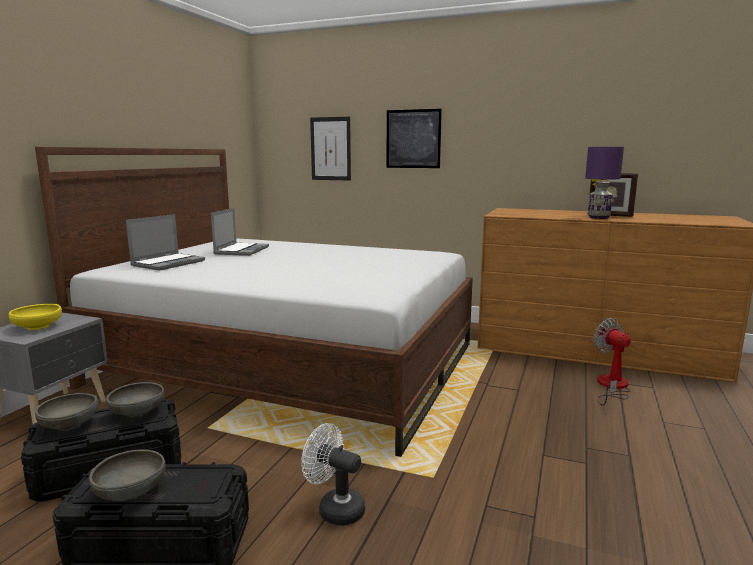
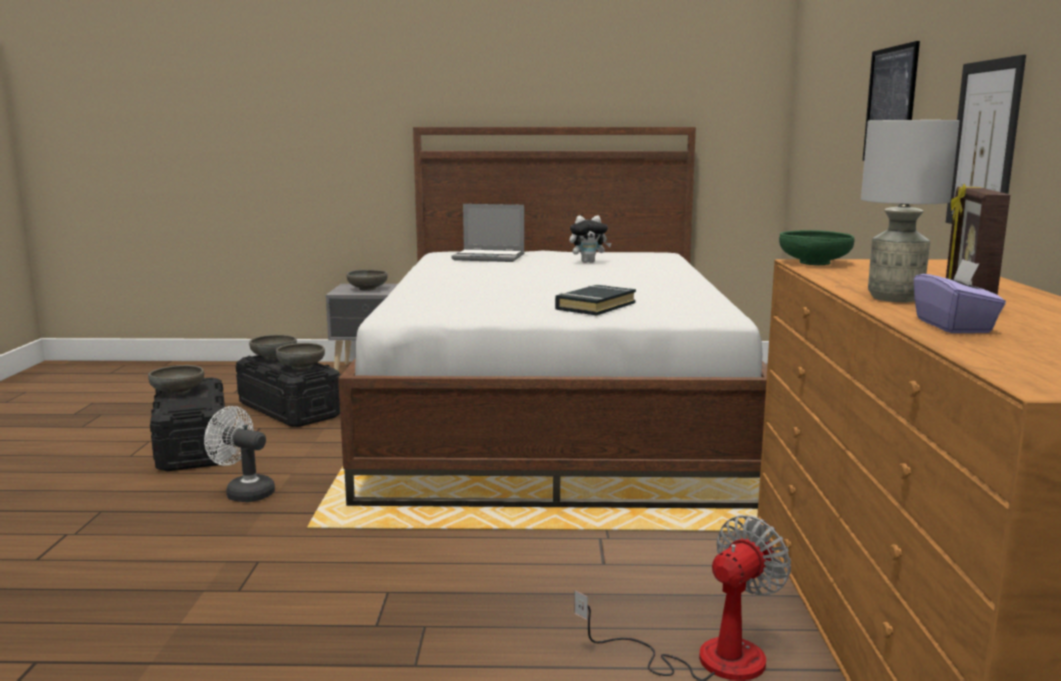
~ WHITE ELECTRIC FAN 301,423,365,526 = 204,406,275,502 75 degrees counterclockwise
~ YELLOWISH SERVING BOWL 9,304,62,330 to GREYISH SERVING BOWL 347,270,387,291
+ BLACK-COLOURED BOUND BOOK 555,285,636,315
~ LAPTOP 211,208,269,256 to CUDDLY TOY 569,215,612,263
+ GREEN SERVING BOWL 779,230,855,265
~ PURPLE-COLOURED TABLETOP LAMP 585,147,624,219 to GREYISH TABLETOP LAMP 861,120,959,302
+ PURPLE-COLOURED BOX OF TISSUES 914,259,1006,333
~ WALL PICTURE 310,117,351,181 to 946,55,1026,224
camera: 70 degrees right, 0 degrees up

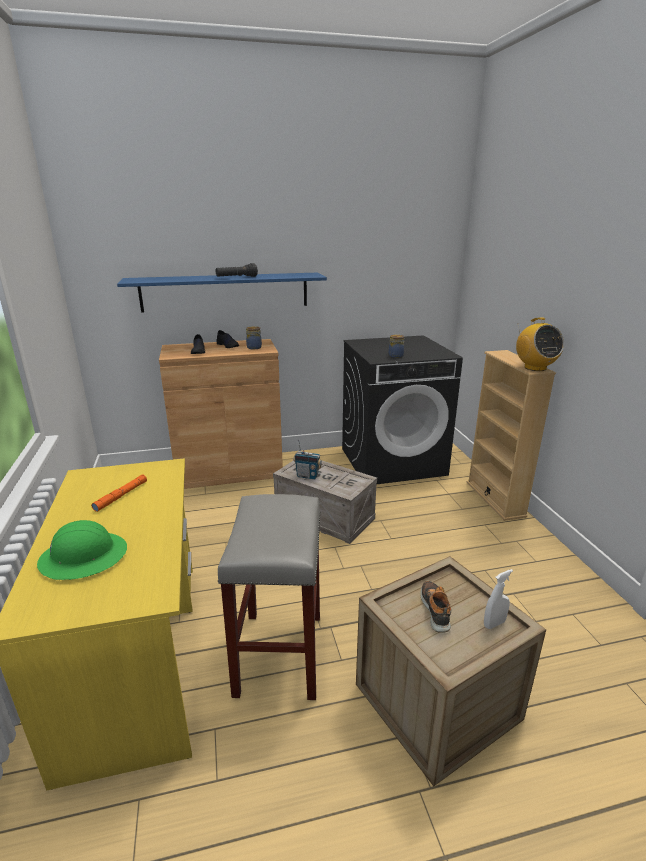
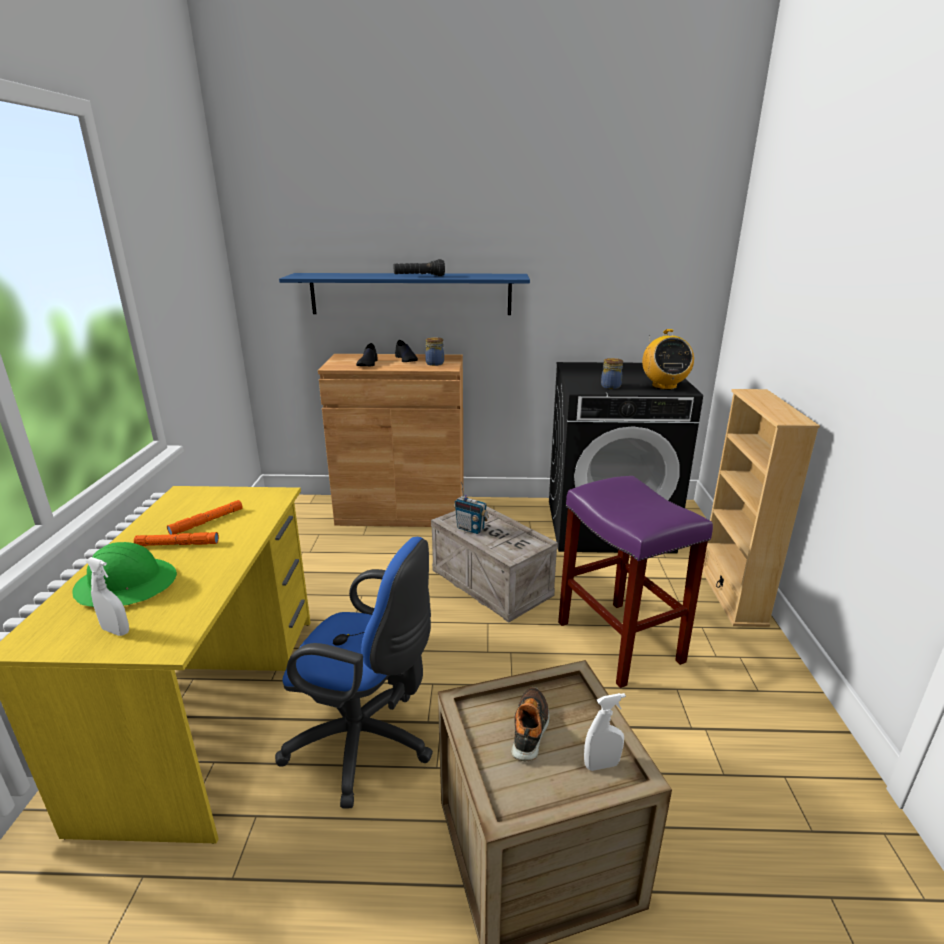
+ WHITE SPRAYER 86,557,129,636
+ ORANGE TORCH 134,532,219,546
~ GREYISH STOOL SEAT 218,494,320,700 to BLUE-COLOURED DESK CHAIR 275,537,433,808
+ PURPLE-COLOURED STOOL SEAT 558,476,713,688
~ RADIO SET 516,317,564,371 to 642,329,694,390
camera: 15 degrees right, 0 degrees up

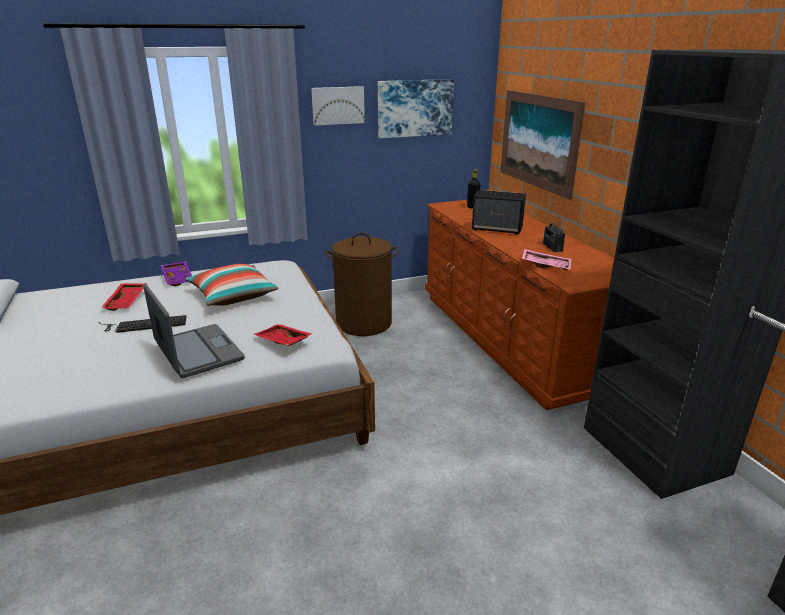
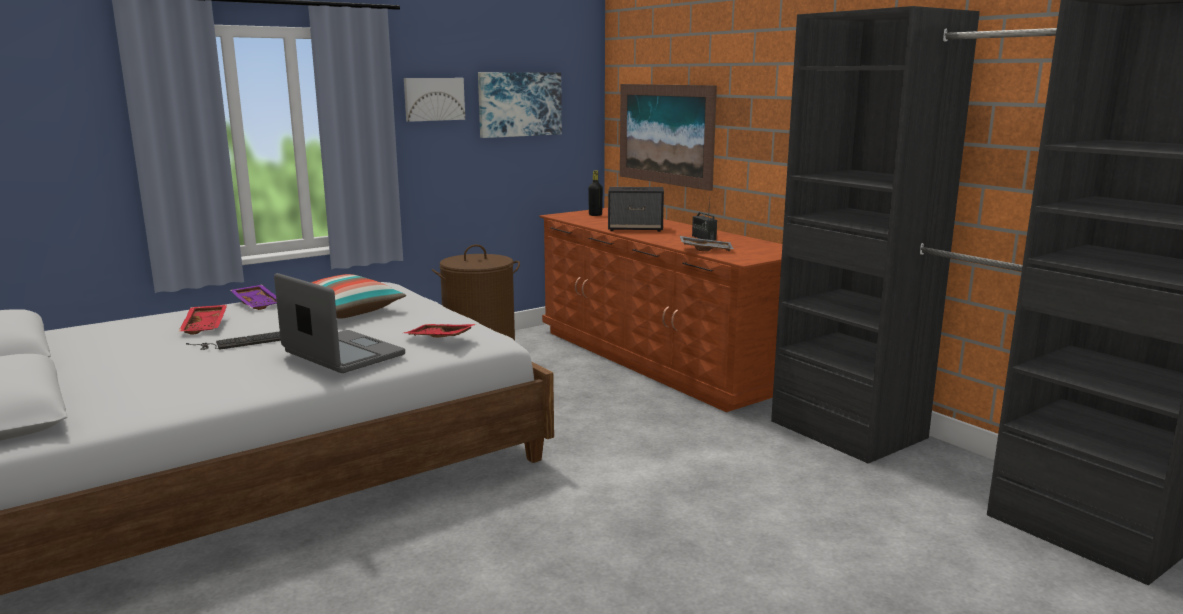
~ PINK CARRYING TRAY 522,249,572,270 to GREYISH CARRYING TRAY 680,236,734,252
camera: 15 degrees left, 10 degrees down

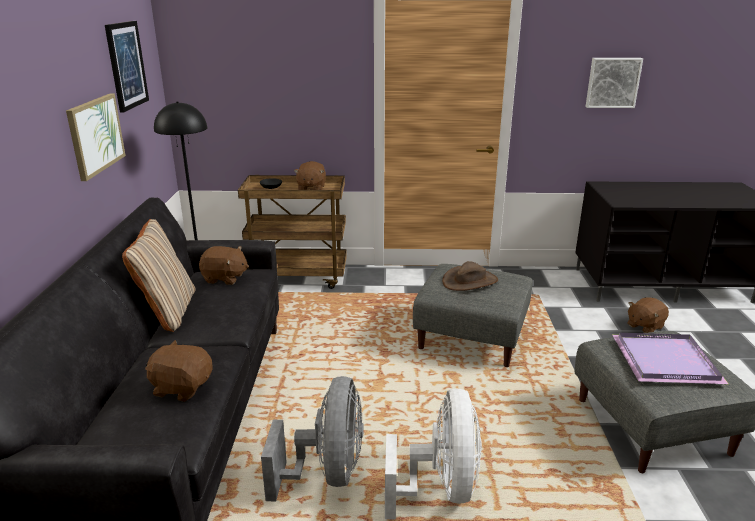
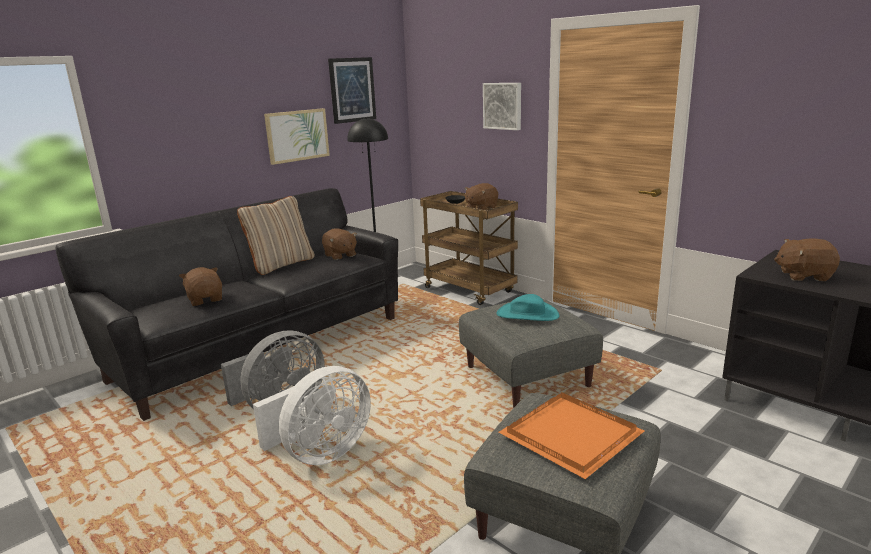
~ WALL PICTURE 585,58,643,108 to 483,83,521,130
~ BROWN-COLOURED HAT 442,261,498,291 to BLUE-GREEN HAT 496,294,559,321
~ PURPLE-COLOURED CARRYING TRAY 613,333,729,384 to ORANGE CARRYING TRAY 498,392,644,479
~ BROWN-COLOURED CUDDLY TOY 628,297,669,333 to 774,238,840,281
camera: 45 degrees right, 5 degrees down

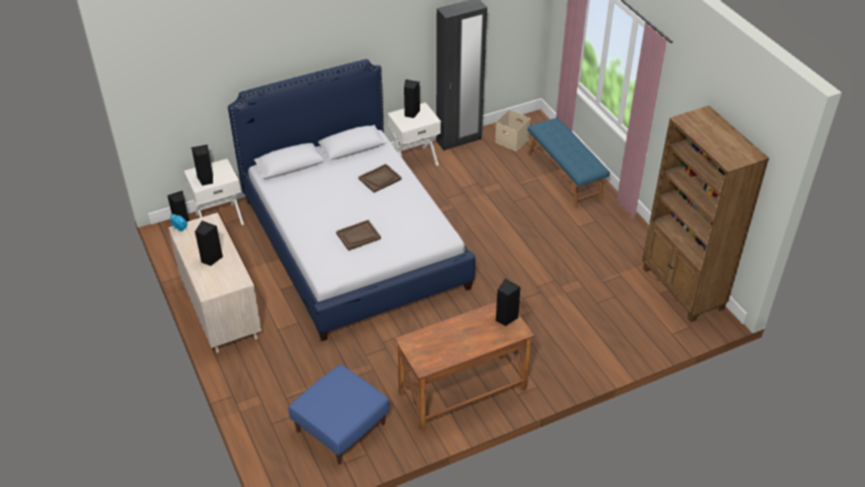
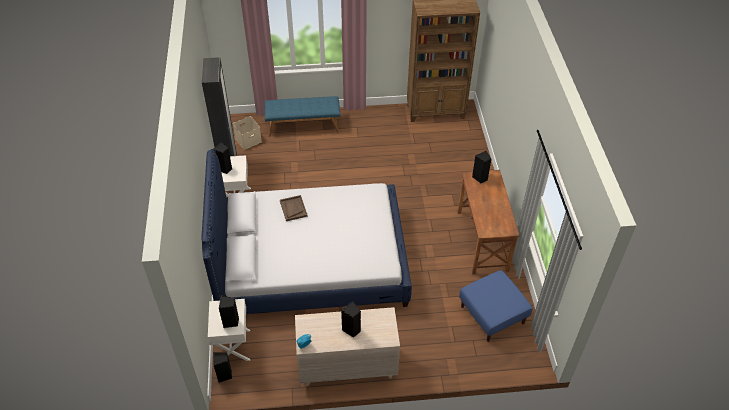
- BROWN-COLOURED CARRYING TRAY 336,220,381,251
camera: 70 degrees left, 5 degrees up

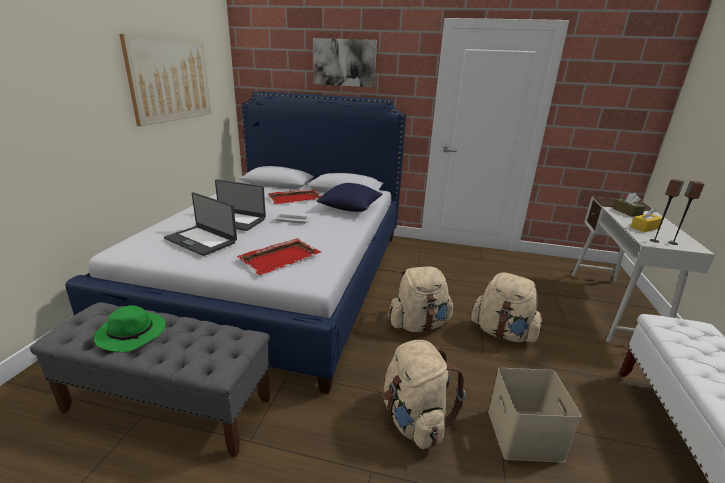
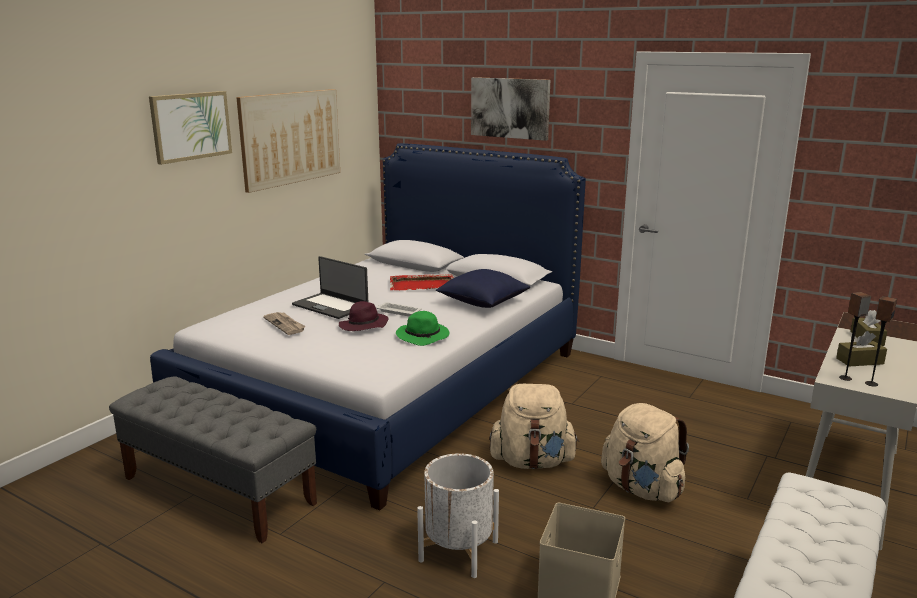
+ WALL PICTURE 149,91,232,165
~ LAPTOP 164,192,237,256 to NEWSPAPER 263,312,306,335
+ PURPLE-COLOURED HAT 339,301,388,331
~ GREEN HAT 94,305,165,352 to 396,311,449,346
~ BEIGE BACKPACK 382,340,466,449 to WHITE FLOWER POT 417,453,499,578
~ YELLOWISH BOX OF TISSUES 631,207,662,232 to BROWN-COLOURED BOX OF TISSUES 836,331,887,366
- REDDISH CARRYING TRAY 237,238,321,275
camera: 20 degrees right, 5 degrees down

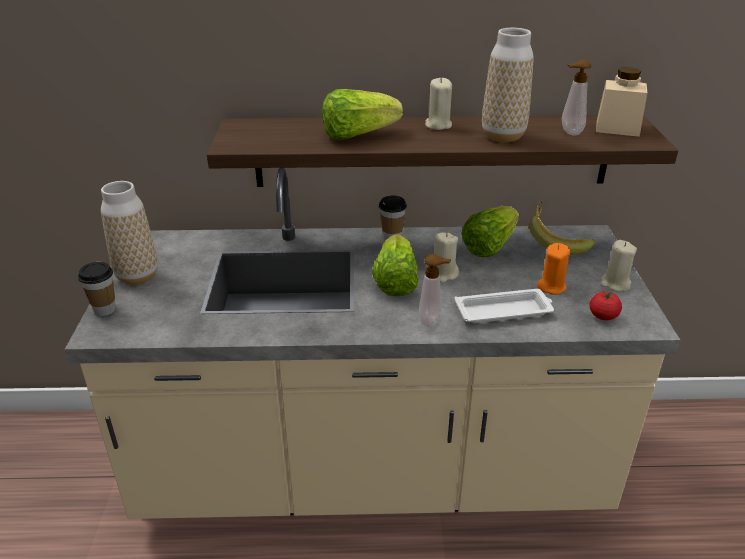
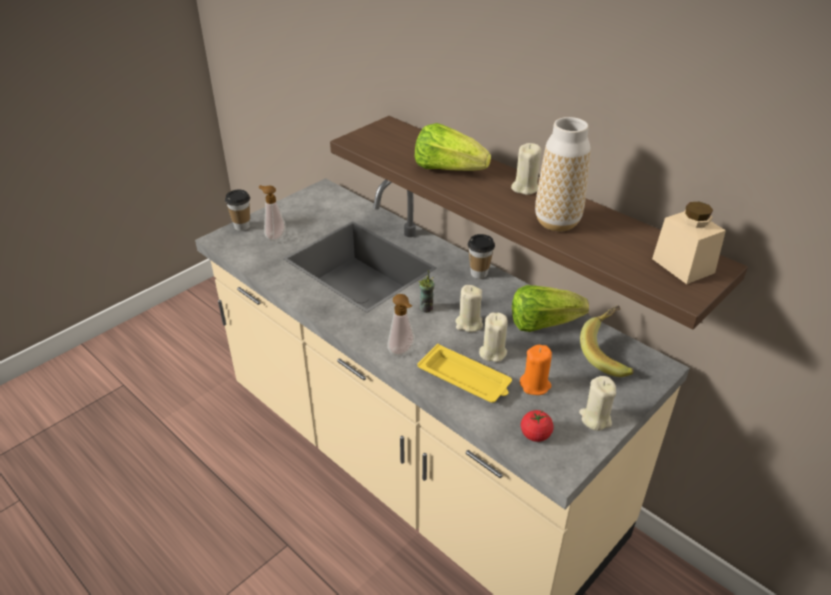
~ SOAP DISPENSER 562,60,591,136 to 259,185,286,241
~ WHITE CARRYING TRAY 454,289,554,323 to YELLOWISH CARRYING TRAY 417,344,512,403
~ LETTUCE 372,234,419,296 to DRINKING CUP 418,270,435,313
+ BEIGE WAX CANDLE 479,312,508,362
- VASE 101,181,158,285
camera: 45 degrees right, 5 degrees up

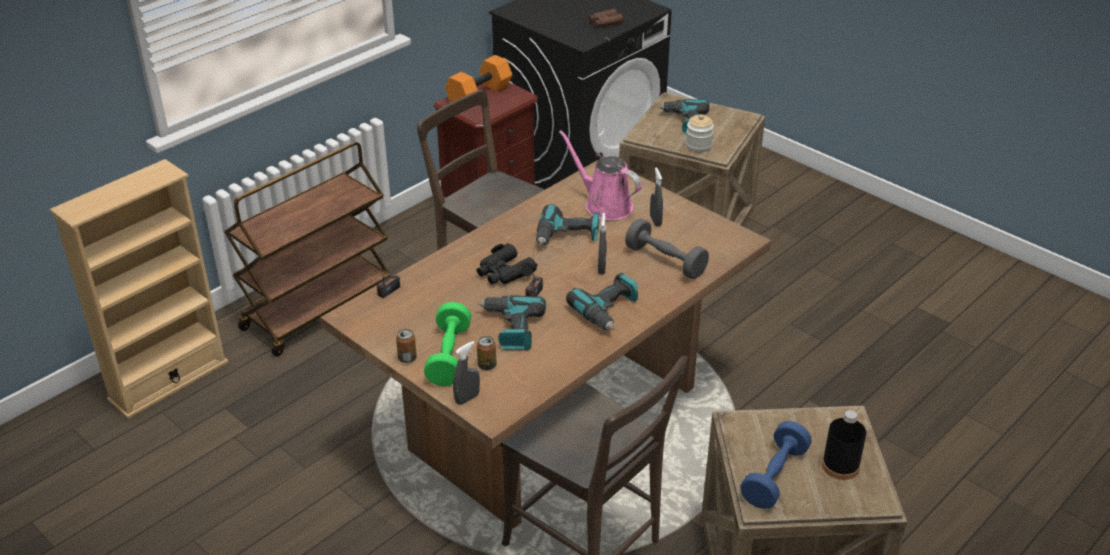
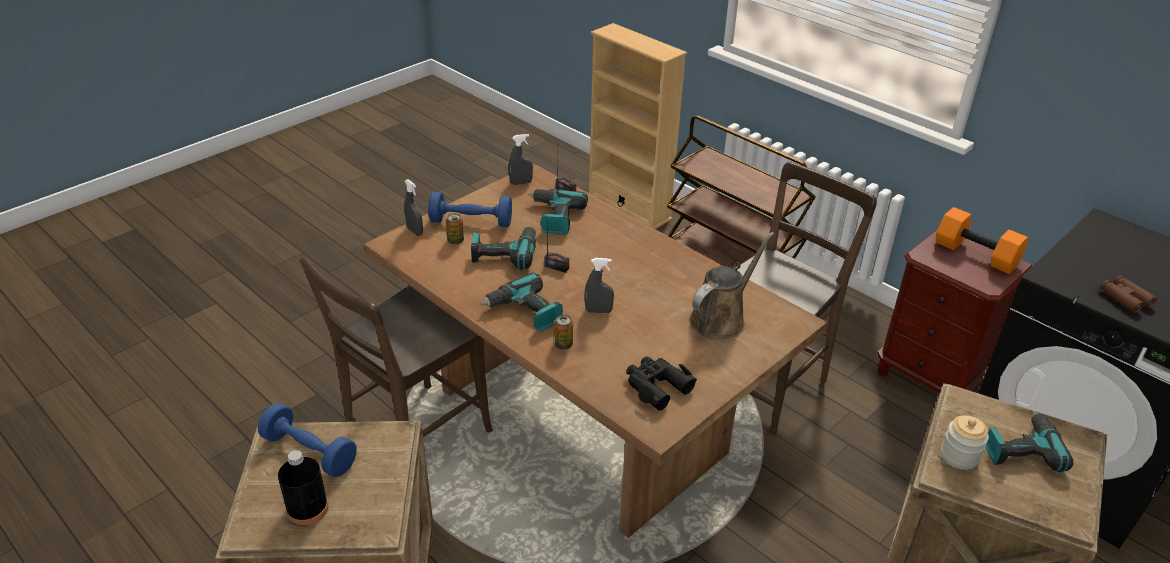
~ GREEN FREE WEIGHT 424,302,471,386 to BLUE-COLOURED FREE WEIGHT 428,192,512,227
~ GREYISH SPRAYER 650,167,663,227 to 509,134,533,185
~ ELECTRIC DRILL 536,204,599,245 to 528,189,588,235
~ METAL CAN 396,329,417,363 to 554,315,573,350
~ BLACK-COLOURED PAIR OF BINOCULARS 477,243,537,284 to 626,356,697,410
~ PINK WATERING POT 559,130,641,220 to BROWN-COLOURED WATERING POT 689,232,774,339
- GREYISH FREE WEIGHT 625,218,709,279
camera: 90 degrees right, 0 degrees up

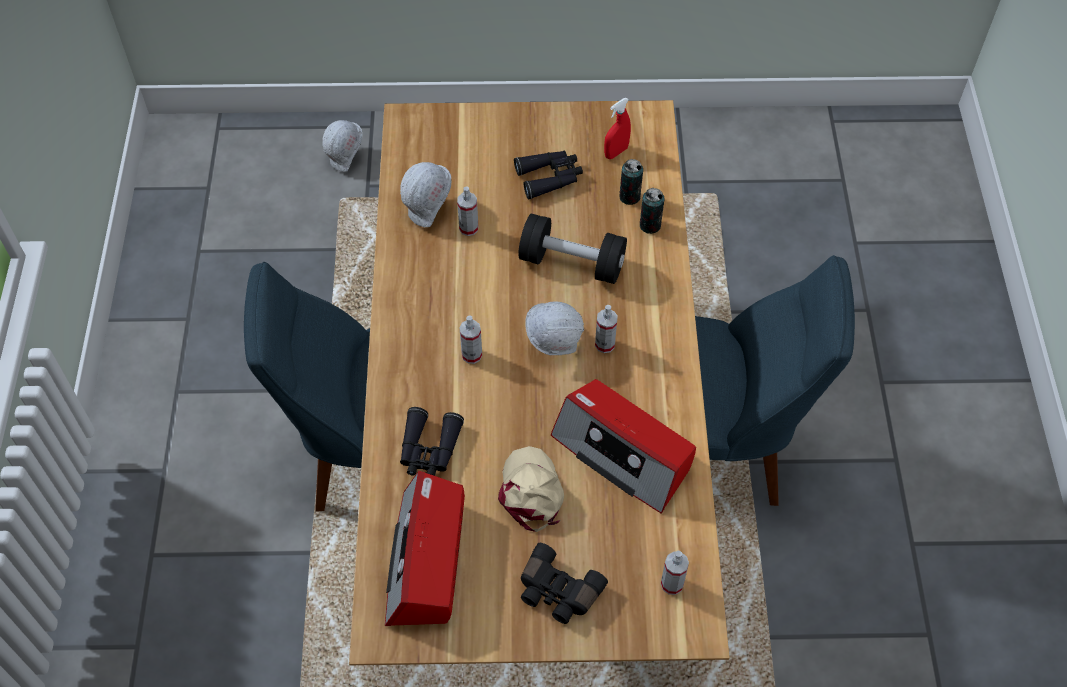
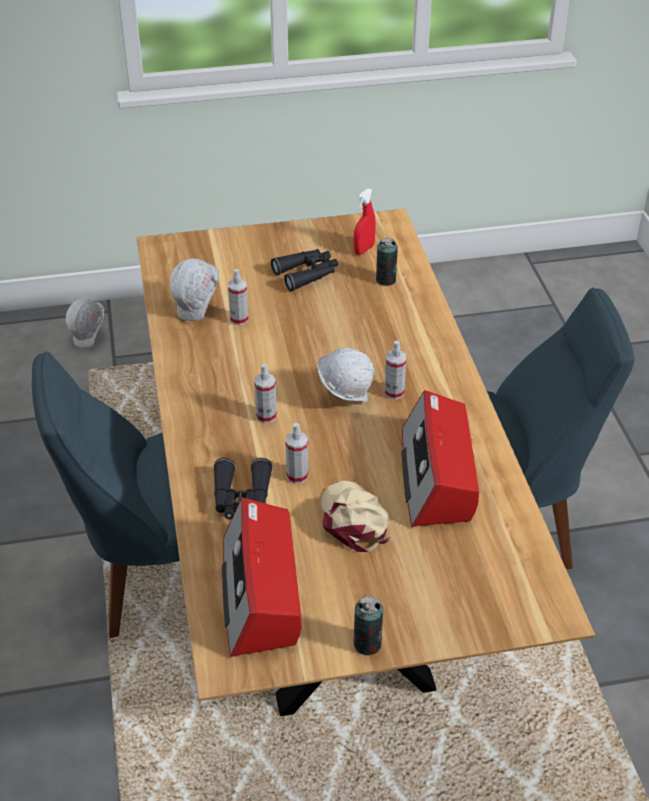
~ SPRAYER 661,551,689,595 to 285,423,308,484
~ METAL CAN 640,188,664,234 to 354,596,383,655
~ RADIO SET 551,379,696,514 = 401,390,479,527 60 degrees clockwise
- BLACK-COLOURED FREE WEIGHT 518,214,627,284
- BLACK-COLOURED PAIR OF BINOCULARS 521,543,608,624
camera: 10 degrees left, 15 degrees down

